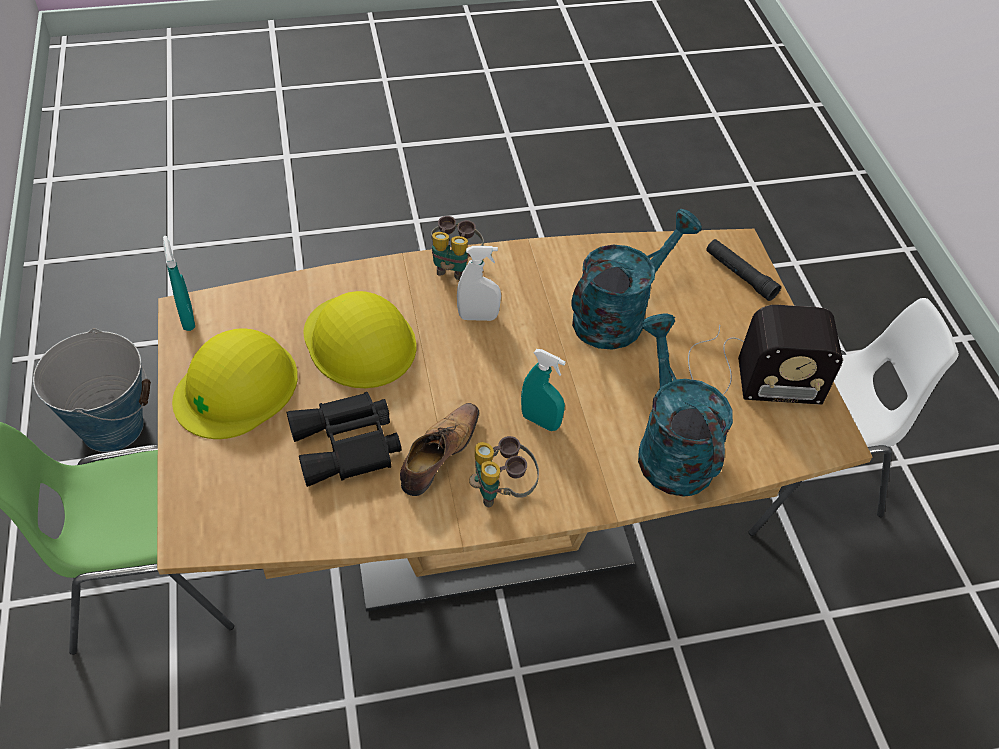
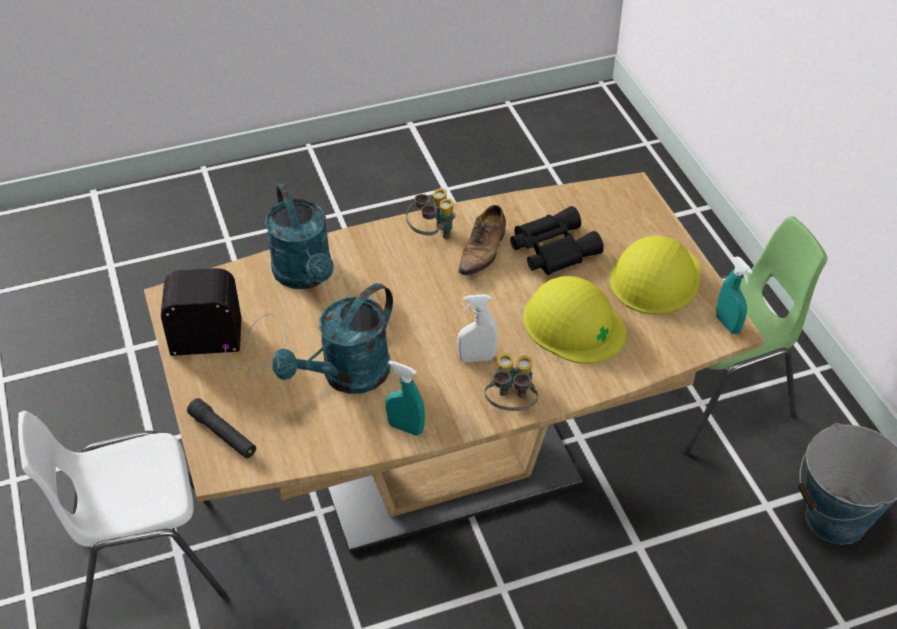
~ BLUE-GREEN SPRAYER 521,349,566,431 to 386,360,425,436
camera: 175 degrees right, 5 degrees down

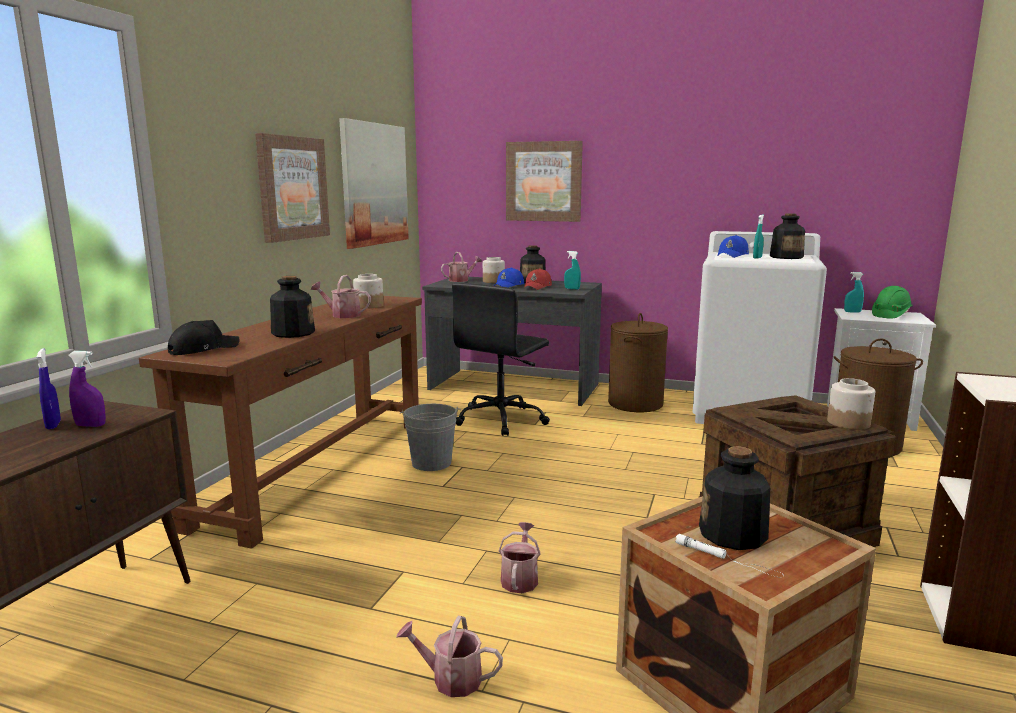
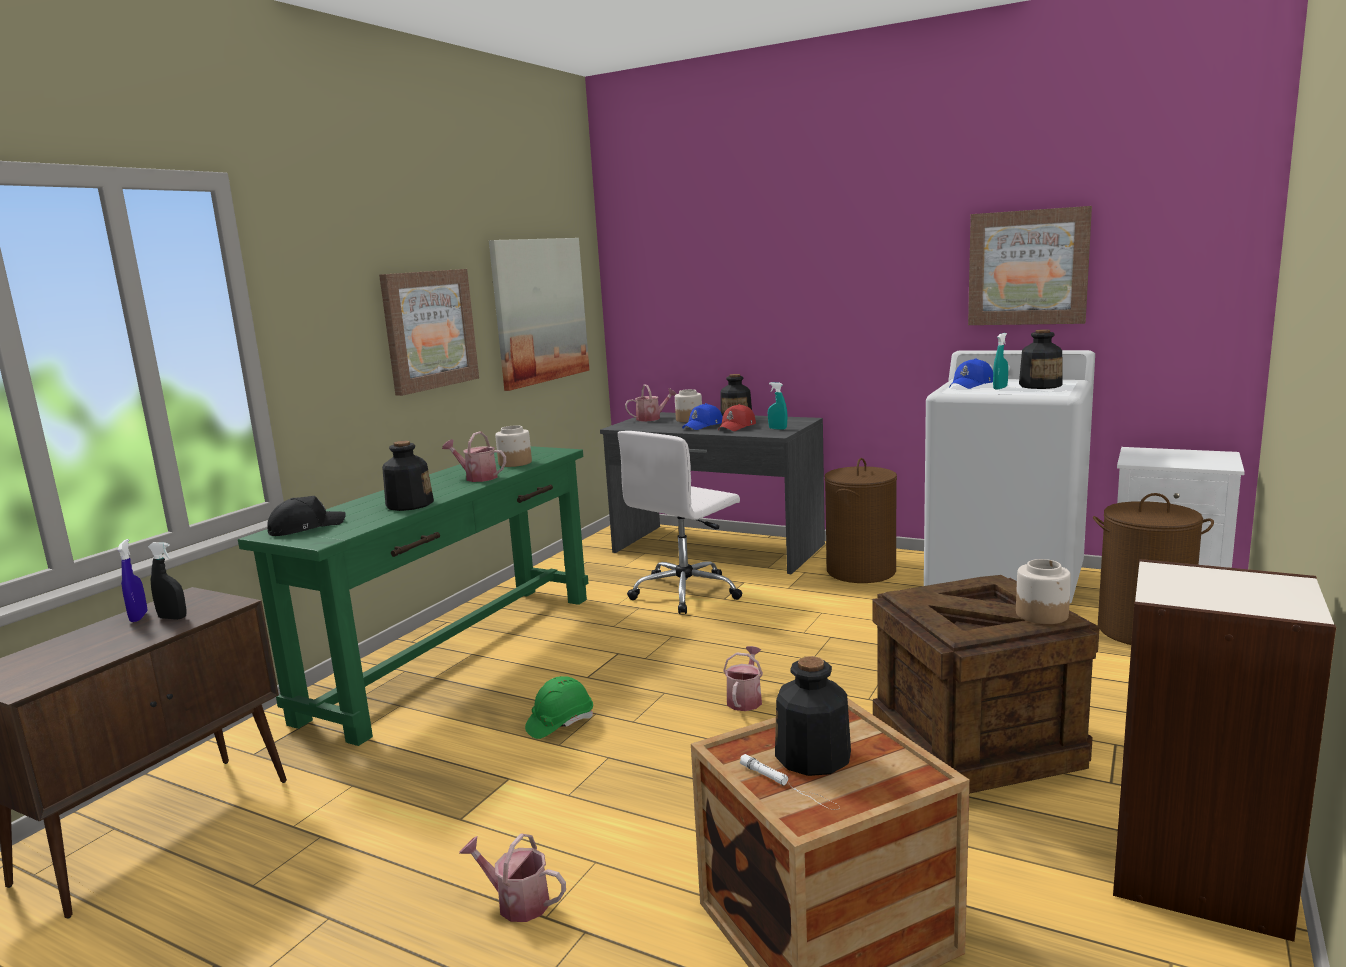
~ PURPLE-COLOURED SPRAYER 69,351,106,427 to BLACK-COLOURED SPRAYER 148,542,187,620
~ BROWN-COLOURED NARROW TABLE 139,296,422,549 to GREEN NARROW TABLE 238,446,589,746
~ GREEN WORK HELMET 872,286,913,319 to 525,676,593,739
~ BLACK-COLOURED DESK CHAIR 452,283,550,436 to WHITE DESK CHAIR 618,431,742,614
~ WATERING POT 499,522,541,593 to 723,646,763,711
~ WALL PICTURE 506,141,583,222 to 968,206,1092,325
- GREYISH BUCKET 400,404,461,471
- BLUE-GREEN SPRAYER 844,272,864,312
camera: 10 degrees right, 0 degrees up

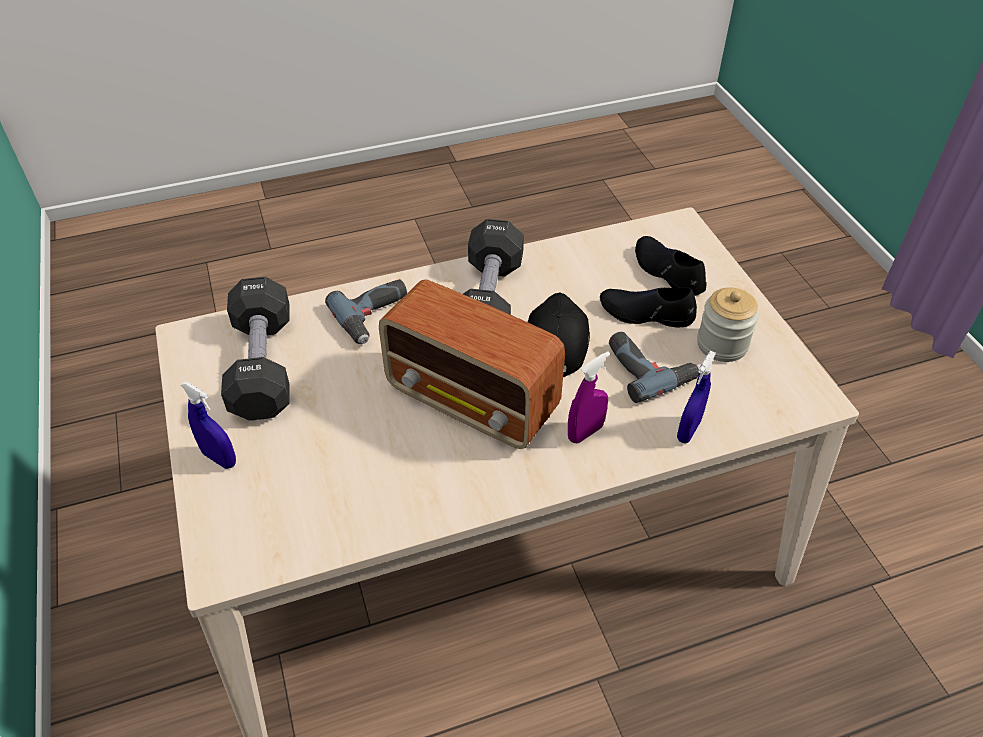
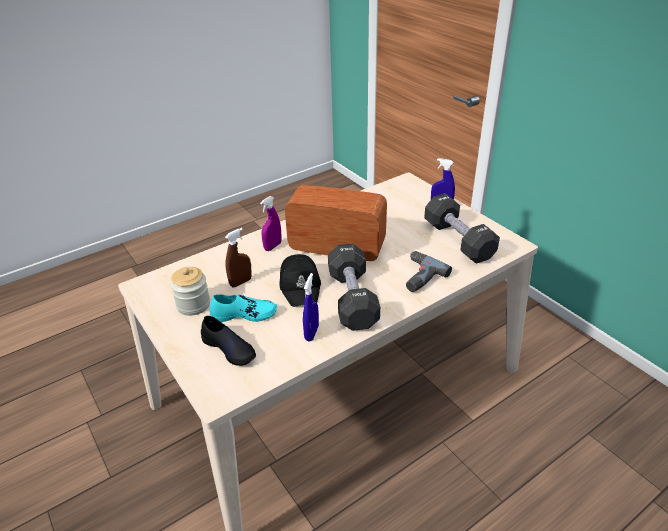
~ BLACK-COLOURED SHOE 600,287,697,327 to BLUE-GREEN SHOE 210,294,277,322
~ ELECTRIC DRILL 609,332,699,403 to BROWN-COLOURED SPRAYER 225,228,252,287
~ BLUE-COLOURED SPRAYER 677,351,716,443 to 303,273,319,341
camera: 165 degrees right, 10 degrees down

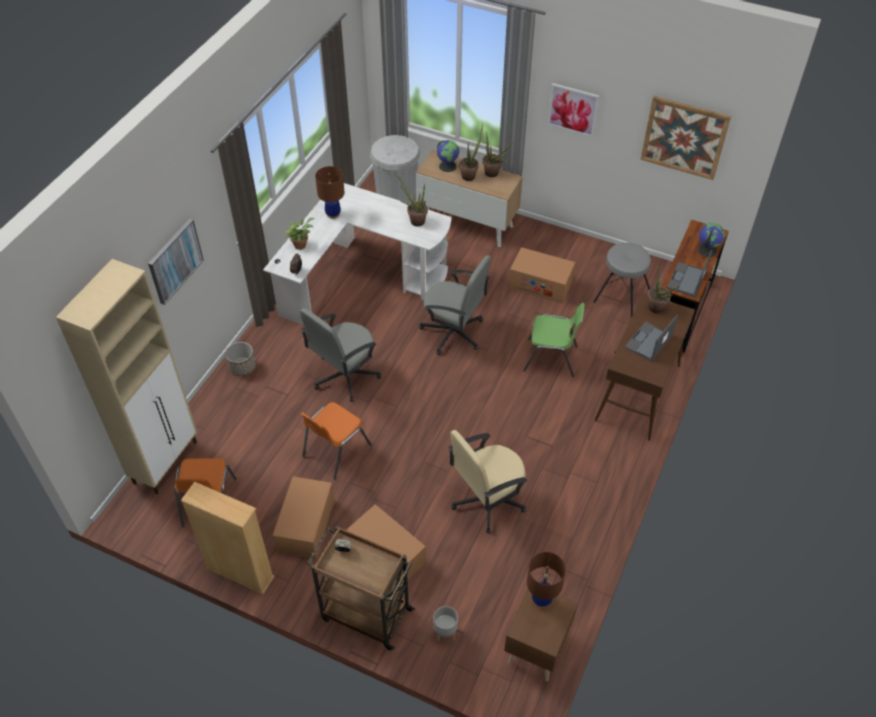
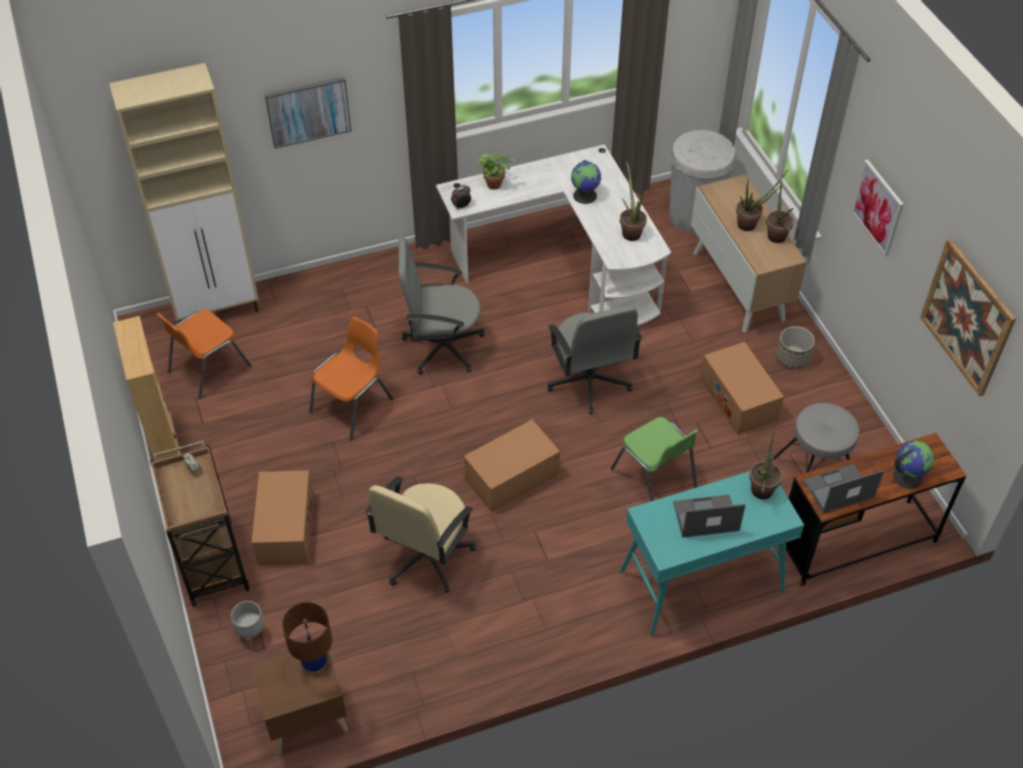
~ ORANGE PLAIN CHAIR 301,402,372,479 = 309,317,393,440 135 degrees clockwise
~ BEIGE DESK CHAIR 448,430,527,533 = 365,477,476,593 75 degrees counterclockwise
~ PACKING BOX 272,476,334,559 to 464,420,560,512
~ GLOBE 437,140,459,172 to 571,160,601,204
~ BROWN-COLOURED NARROW TABLE 595,293,695,441 to BLUE-GREEN NARROW TABLE 620,471,804,636
~ FLOWER POT 225,342,256,376 to 776,326,815,369
- BROWN-COLOURED TABLETOP LAMP 315,166,345,219
camera: 45 degrees right, 0 degrees up

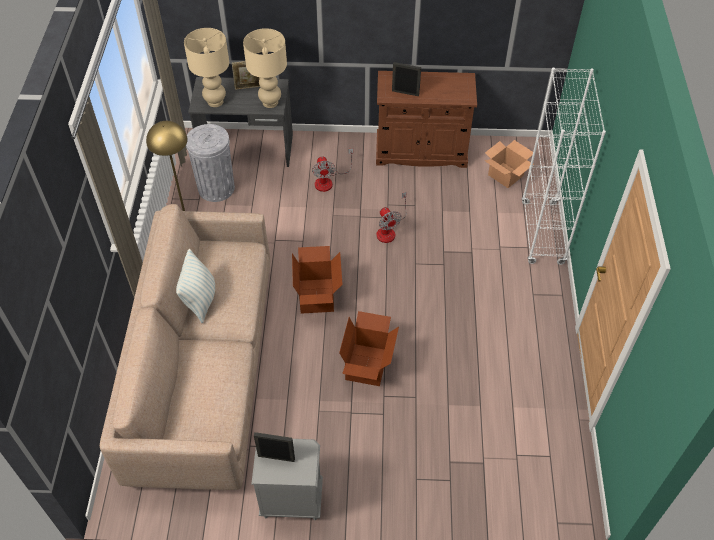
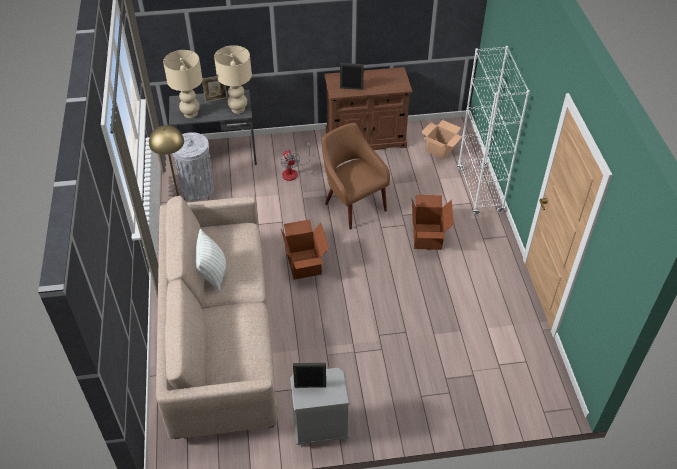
~ ELECTRIC FAN 376,192,407,243 to BROWN-COLOURED EASY CHAIR 322,123,390,230
~ PACKING BOX 339,311,399,386 to 412,195,454,250
camera: 10 degrees left, 5 degrees down

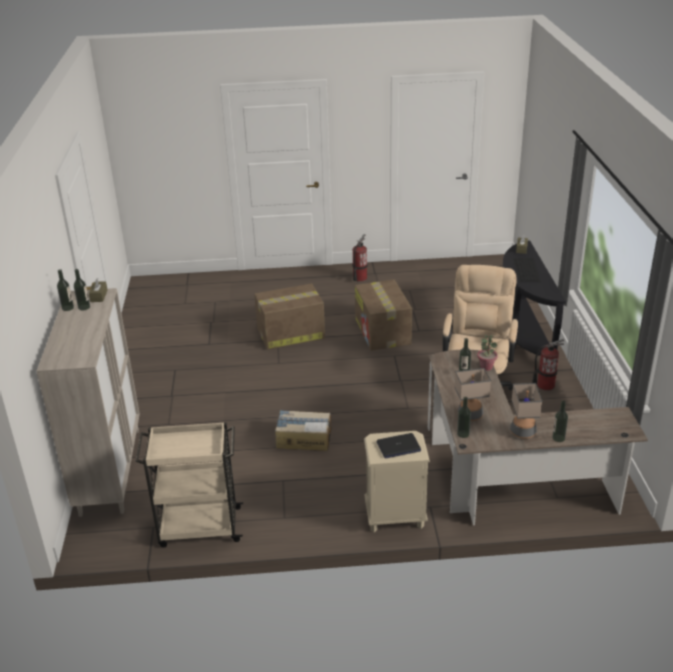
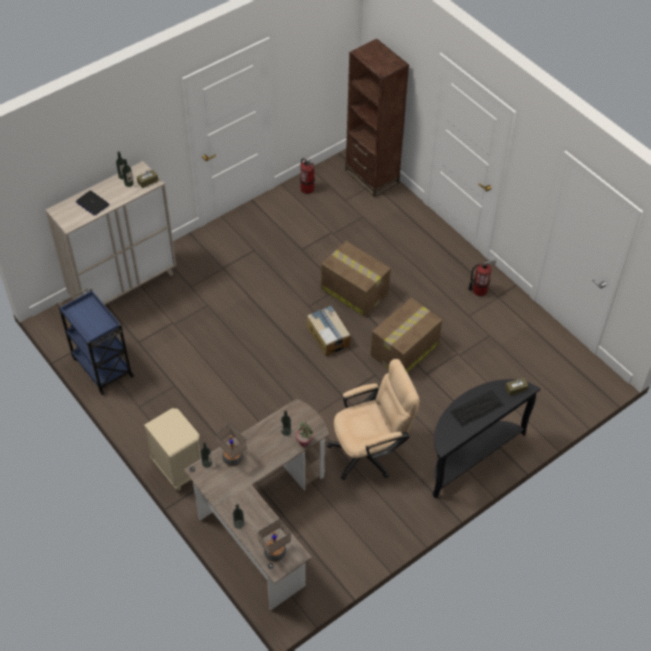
~ BEIGE WHEELED CART 136,422,243,548 to BLUE-COLOURED WHEELED CART 58,288,134,395
~ LAPTOP 376,433,421,458 to 76,190,109,215
~ TABLETOP LAMP 510,383,542,439 to 258,519,291,562
~ FIRE-FIGHTING CYLINDER 532,339,564,391 to 300,158,315,194
~ PACKING BOX 275,410,331,451 to 307,305,351,356
+ BROWN-COLOURED SHELVING UNIT 345,39,409,197
camera: 55 degrees right, 20 degrees up

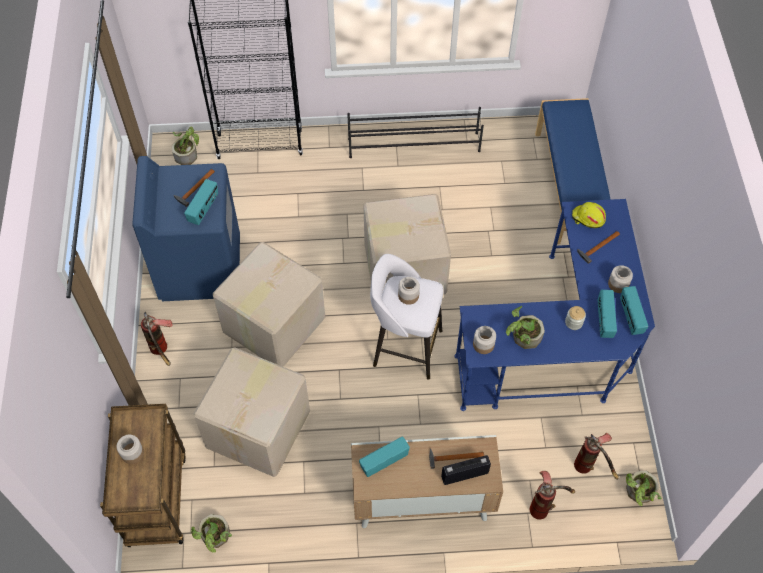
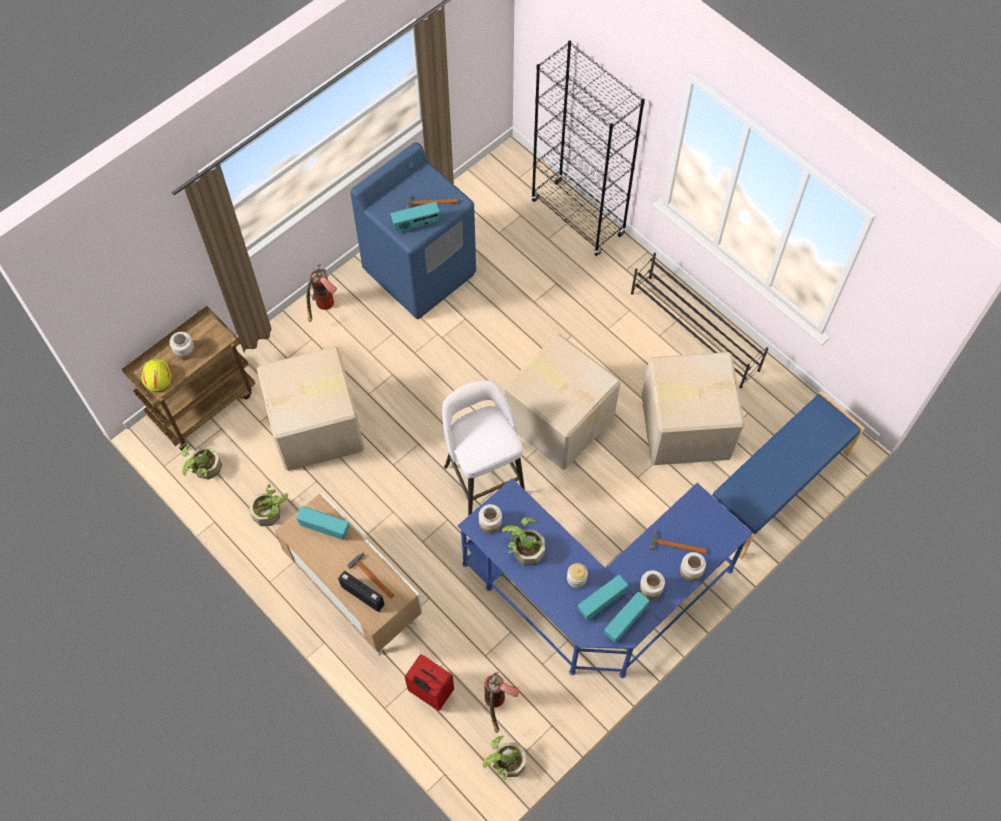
~ YELLOWISH WORK HELMET 572,202,606,228 to 141,359,172,392
~ PLANT IN A POT 172,127,199,165 to 250,484,288,526
~ FIRE-FIGHTING CYLINDER 530,471,575,520 to REDDISH PIECE OF LUGGAGE 405,654,454,711
~ PACKING BOX 213,242,325,367 to 641,352,744,465
~ PRESERVE JAR 398,277,420,305 to 680,552,706,582
camera: 50 degrees right, 5 degrees up

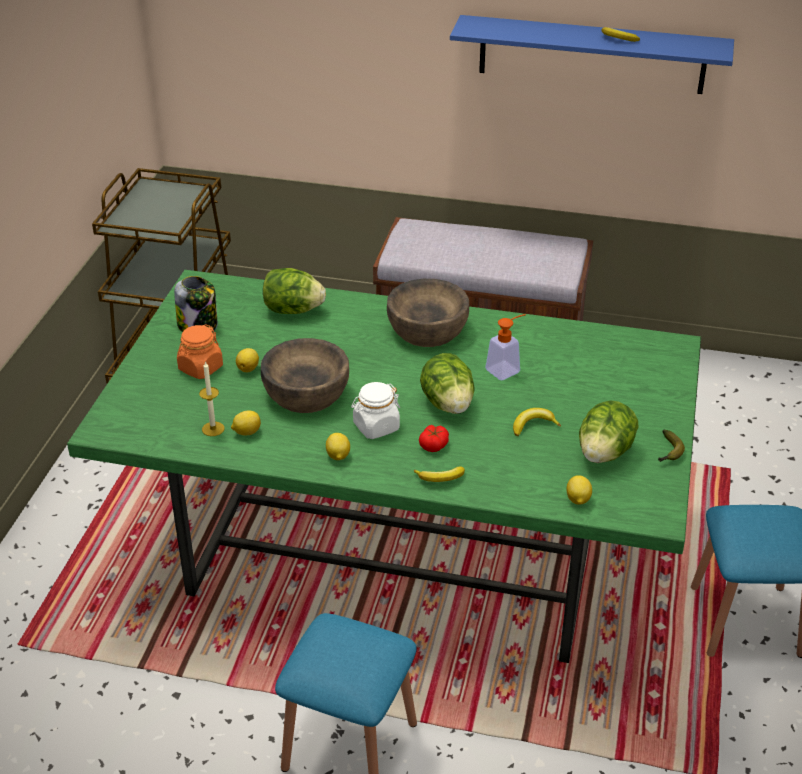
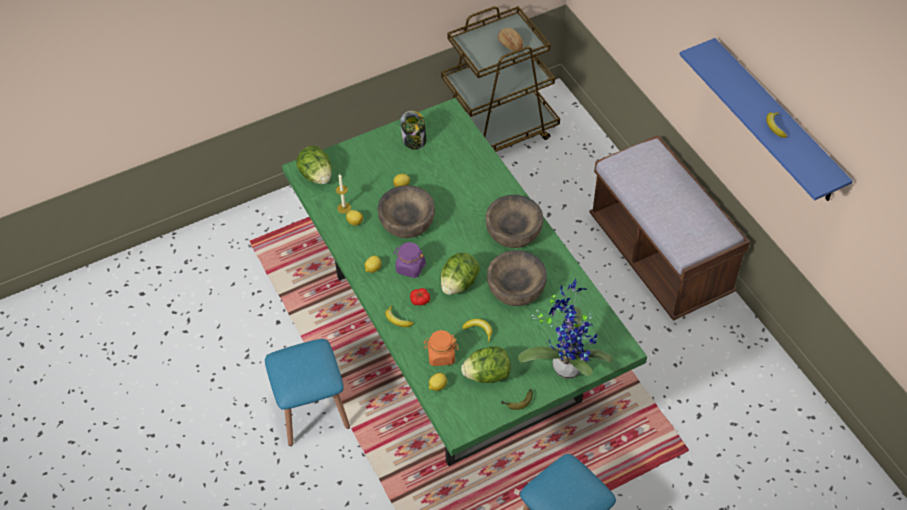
~ LETTUCE 263,268,326,314 to 297,146,332,184
~ WHITE PRESERVE JAR 351,382,400,439 to PURPLE-COLOURED PRESERVE JAR 393,242,426,278
~ ORANGE PRESERVE JAR 177,324,223,379 to 423,330,458,366
~ SOAP DISPENSER 485,314,526,381 to BROWN-COLOURED SERVING BOWL 487,250,547,306
+ BAKERY BREAD 498,28,523,51
+ PLANT IN A POT 518,279,612,379
camera: 50 degrees right, 15 degrees up

